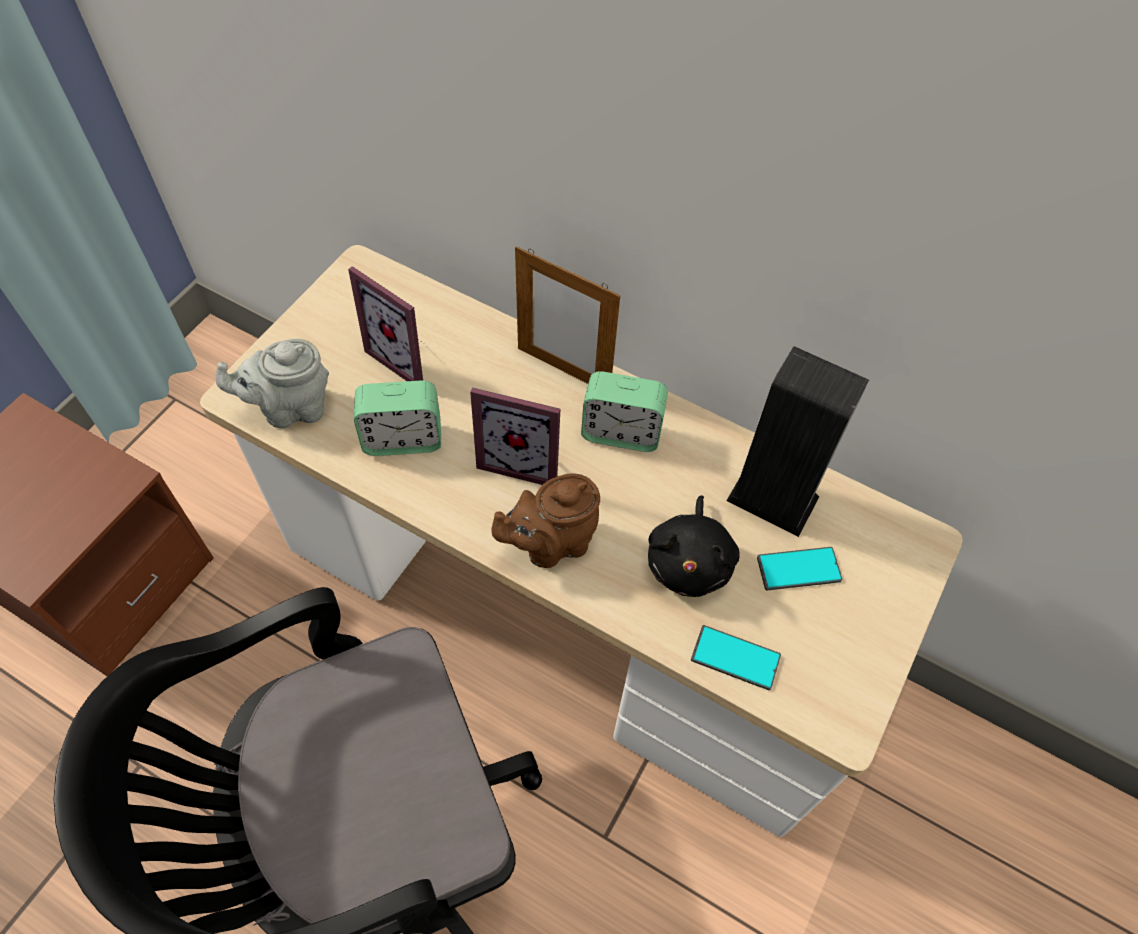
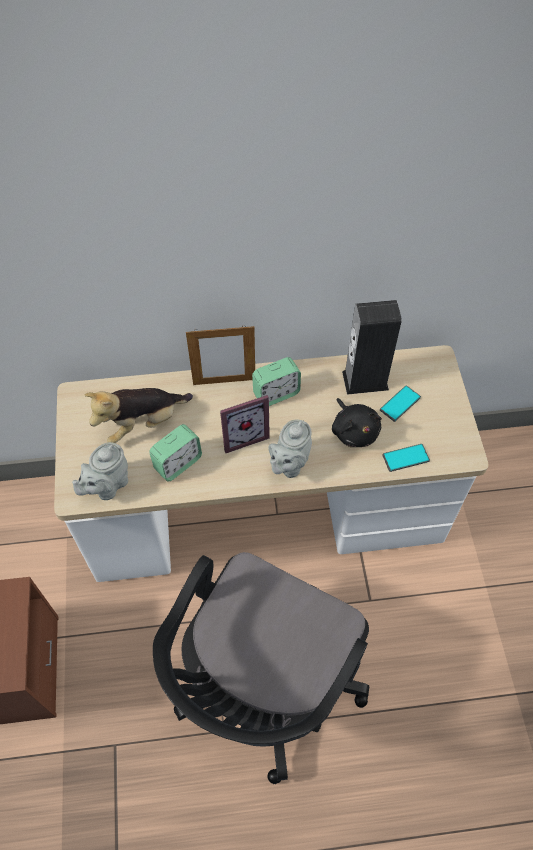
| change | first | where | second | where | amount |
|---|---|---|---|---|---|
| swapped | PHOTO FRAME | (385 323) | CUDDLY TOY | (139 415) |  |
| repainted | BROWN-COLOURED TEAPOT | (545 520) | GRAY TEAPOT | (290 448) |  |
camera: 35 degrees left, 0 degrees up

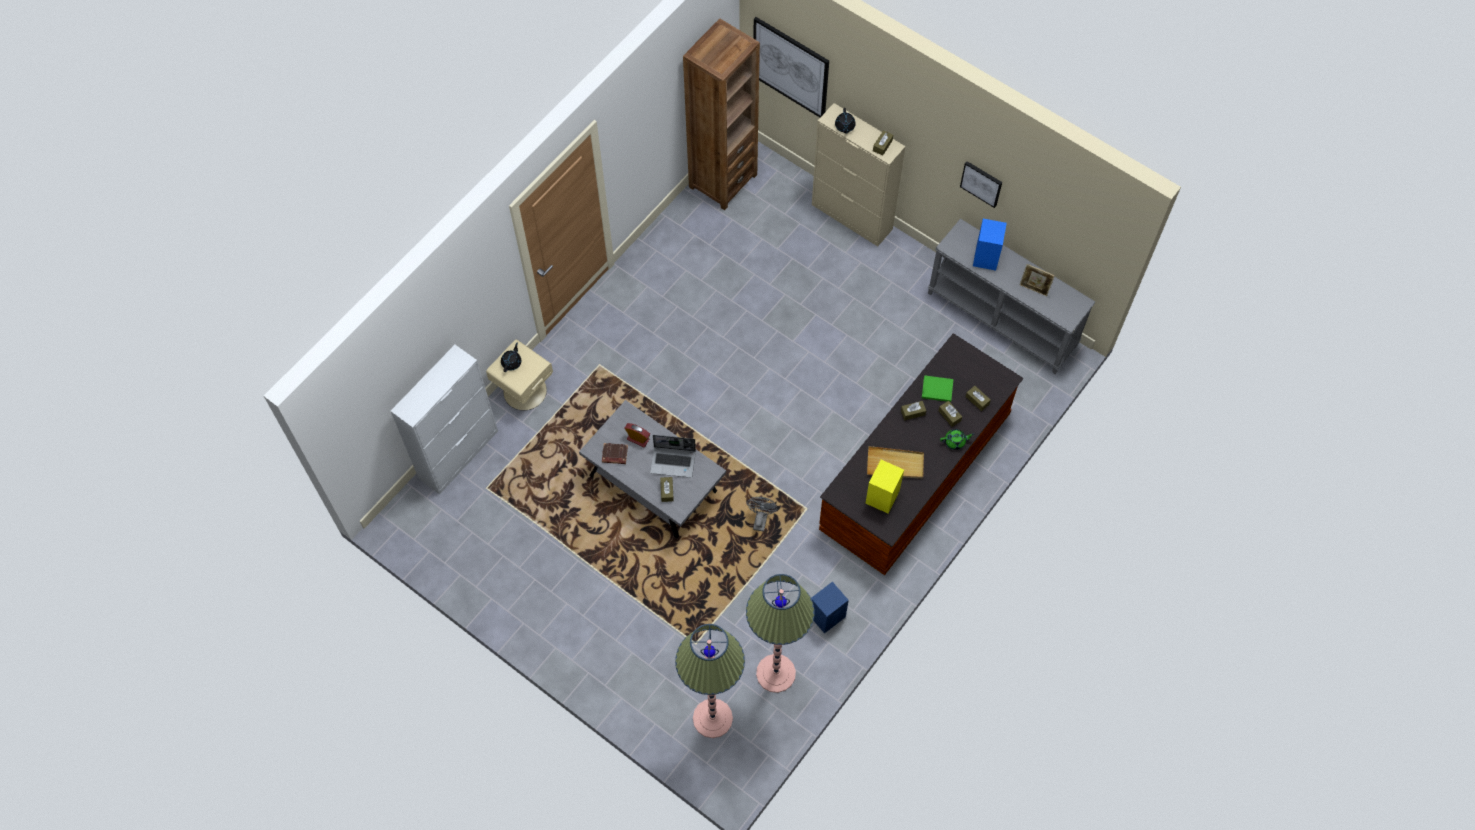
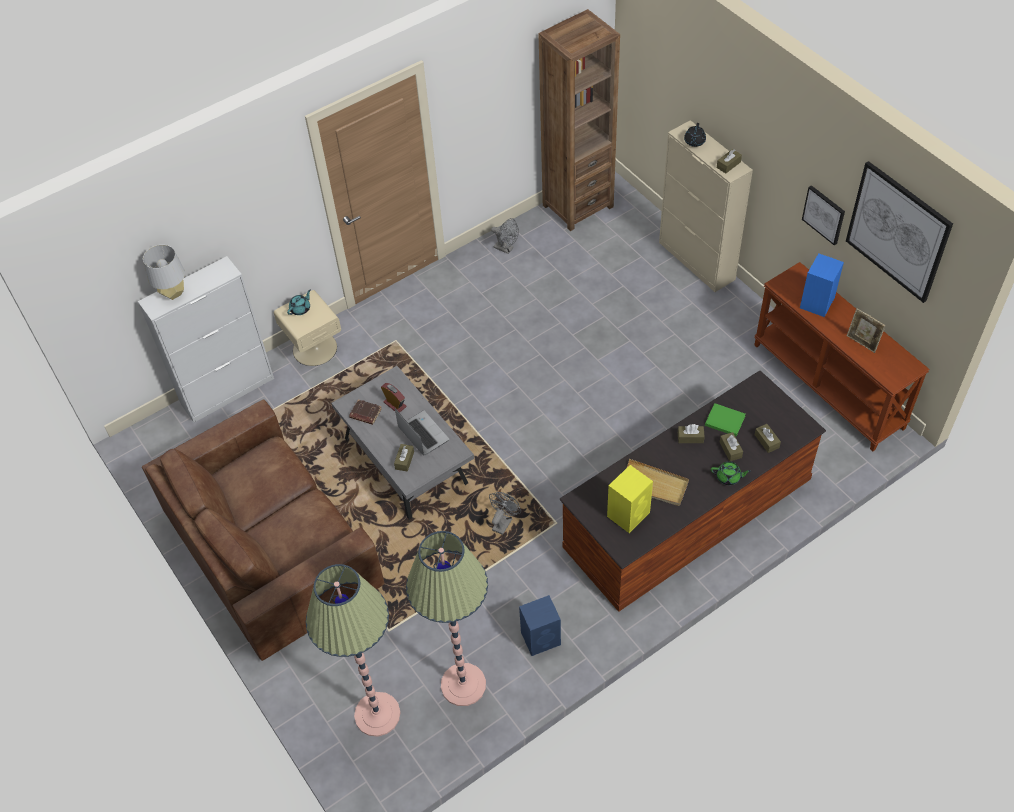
| change | first | where | second | where | amount |
|---|---|---|---|---|---|
| repainted | BLACKISH TEAPOT | (511 357) | TURQUOISE-COLOURED TEAPOT | (299 302) |  |
| rotated | NOTEBOOK COMPUTER | (673 456) |  | (422 432) | 150 degrees counterclockwise |
| shifted | WALL PICTURE | (791 67) |  | (899 232) |  |
| repainted | GRAY CONSOLE TABLE | (1011 296) | BROWN-COLOURED CONSOLE TABLE | (842 357) |  |
| new |  |  | BROWN-COLOURED SOFA | (263 530) |  |
| new |  |  | GRAY TABLE LAMP | (164 272) |  |
| new |  |  | GRAY ELECTRIC FAN | (505 236) |  |
camera: 20 degrees right, 10 degrees down

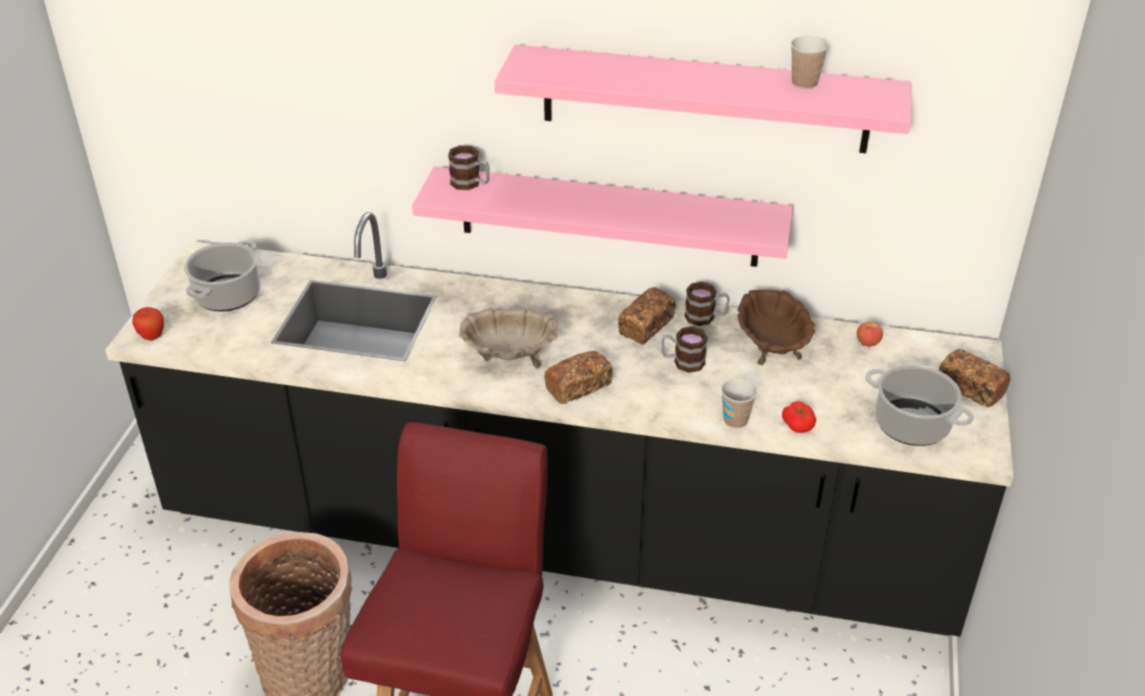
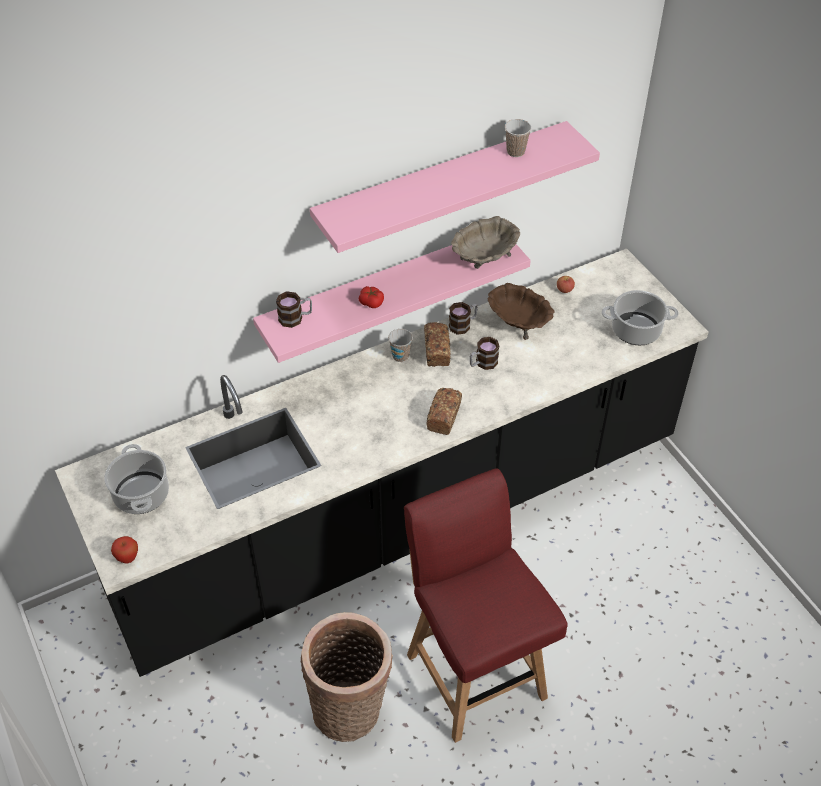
| change | first | where | second | where | amount |
|---|---|---|---|---|---|
| shifted | BEIGE BOWL | (508 337) |  | (485 242) |  |
| shifted | CUP | (739 403) |  | (400 345) |  |
| shifted | FRESH TOMATO | (799 417) |  | (371 297) |  |
| gone | BAKERY BREAD | (975 378) |  |  |  |
camera: 40 degrees left, 10 degrees up

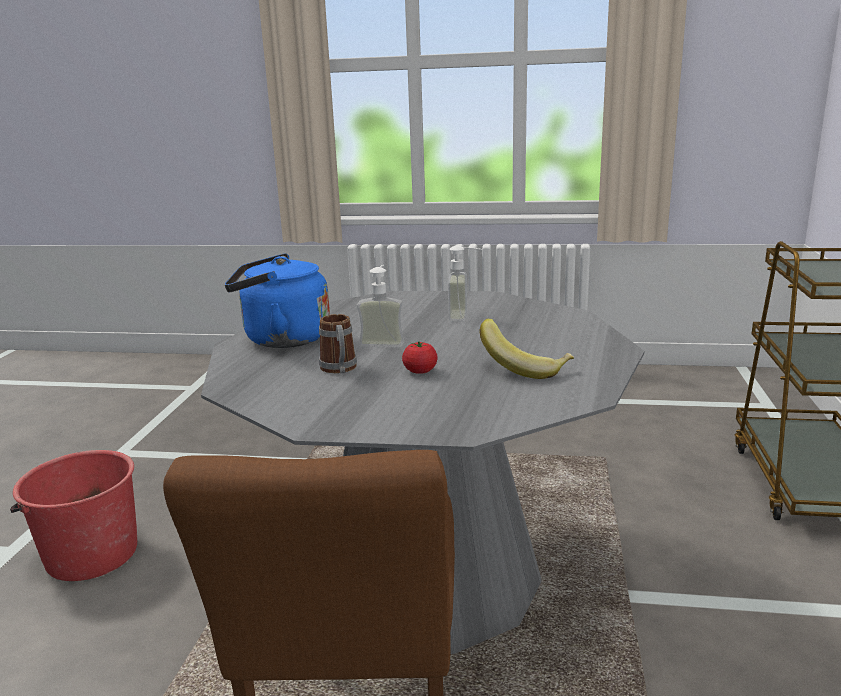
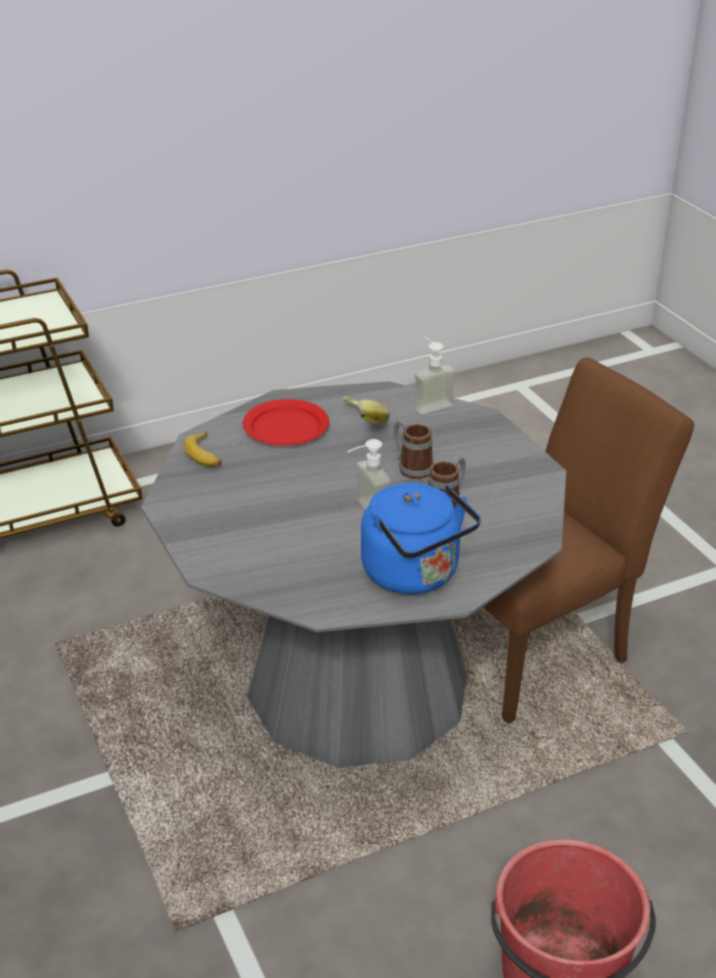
| change | first | where | second | where | amount |
|---|---|---|---|---|---|
| swapped | FRESH TOMATO | (420 357) | MUG | (413 449) |  |
| shifted | SOAP BOTTLE | (465 283) |  | (435 375) |  |
| new |  |  | WHOLE BANANA | (202 449) |  |
| new |  |  | RED-COLOURED DINNER PLATE | (286 422) |  |
camera: 125 degrees left, 15 degrees up

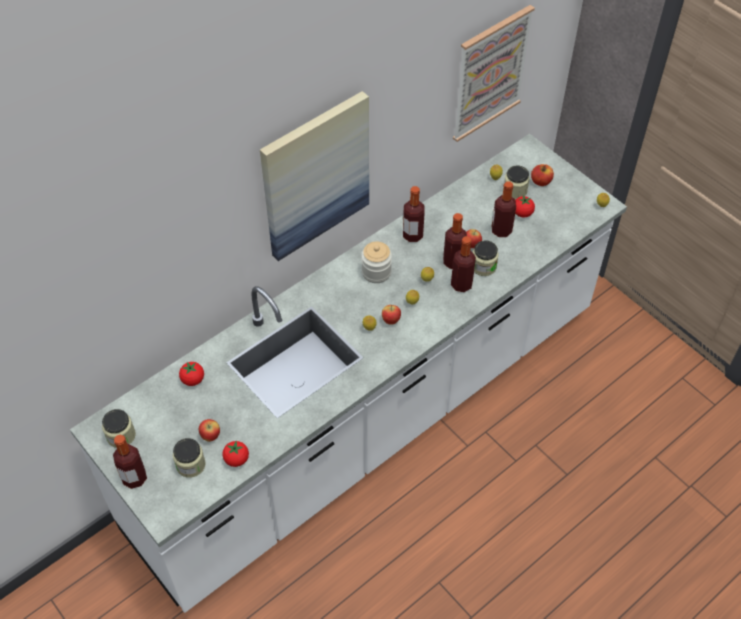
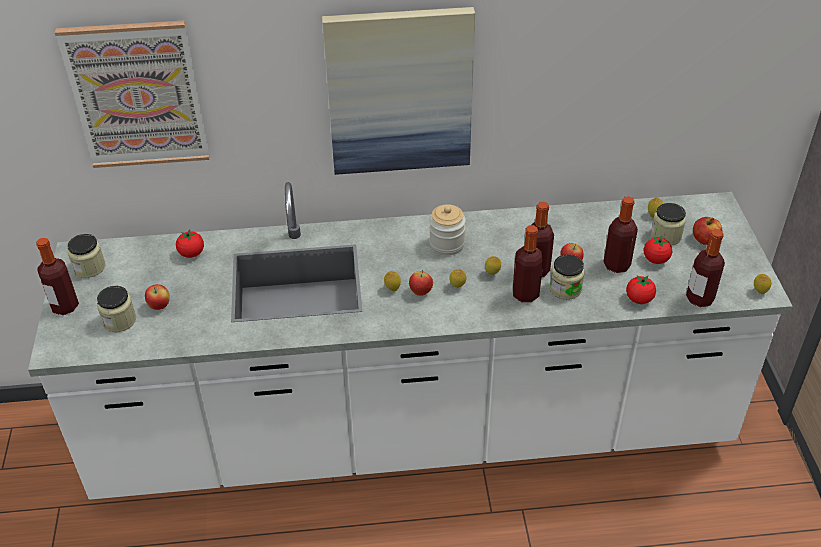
| change | first | where | second | where | amount |
|---|---|---|---|---|---|
| shifted | FRESH TOMATO | (235 454) |  | (641 290) |  |
| shifted | BOTTLE | (414 214) |  | (705 268) |  |
| shifted | WALL PICTURE | (494 73) |  | (132 94) |  |
camera: 35 degrees right, 10 degrees down

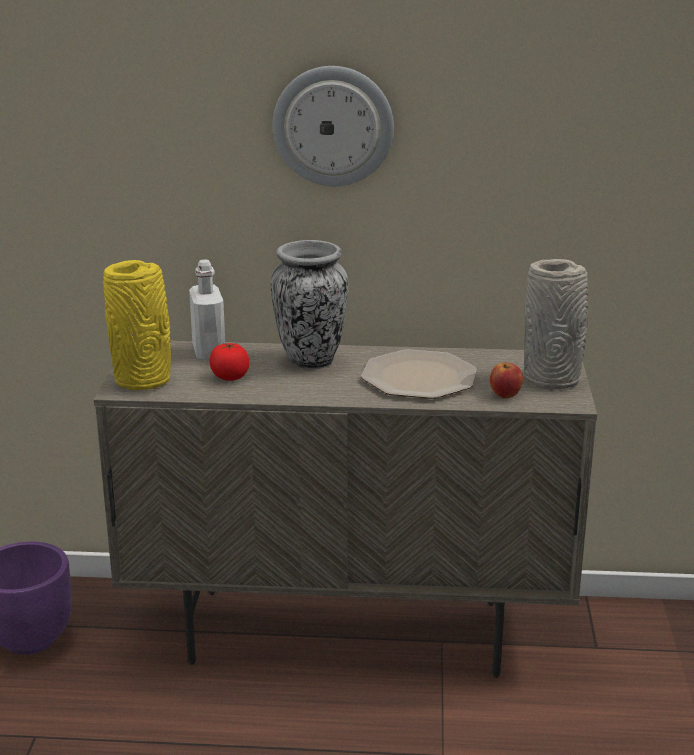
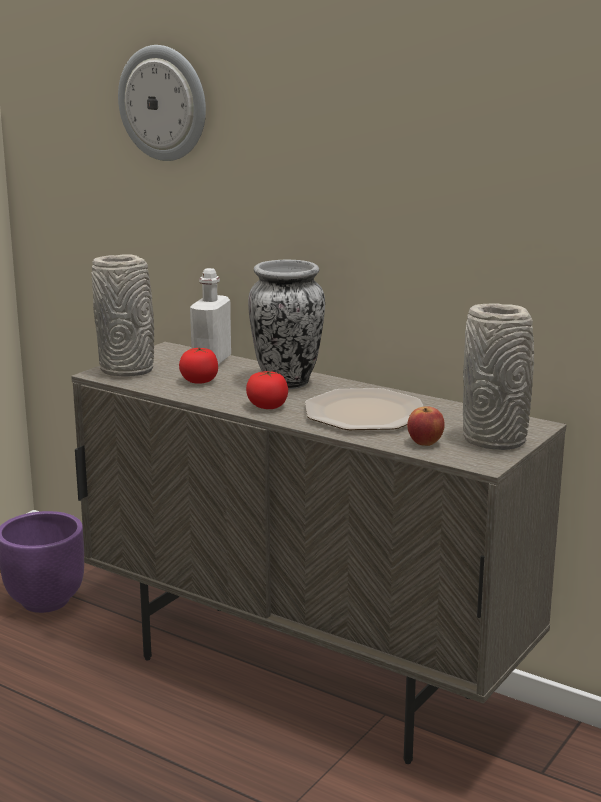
| change | first | where | second | where | amount |
|---|---|---|---|---|---|
| repainted | YELLOW VASE | (137 325) | GRAY VASE | (123 316) |  |
| shifted | CLOCK ON THE WALL | (333 126) |  | (162 103) |  |
| new |  |  | FRESH TOMATO | (267 389) |  |
camera: 30 degrees right, 5 degrees down

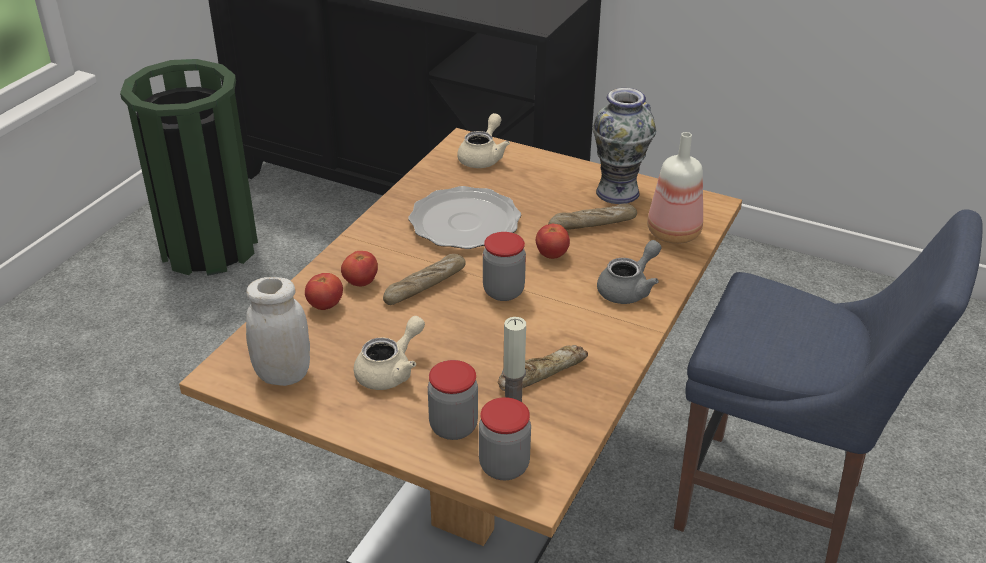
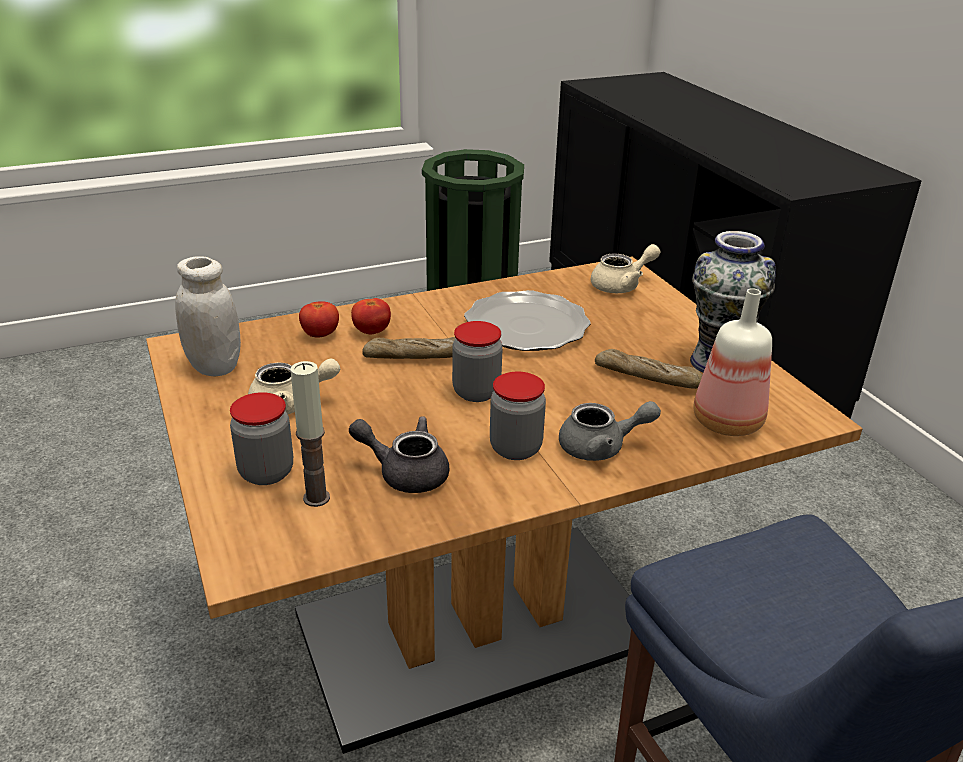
| change | first | where | second | where | amount |
|---|---|---|---|---|---|
| shifted | STORAGE JAR | (505 438) |  | (518 416) |  |
| swapped | BAKERY BREAD | (543 368) | GRAY TEAPOT | (399 454) |  |
| gone | FRESH TOMATO | (553 241) |  |  |  |
camera: 40 degrees right, 5 degrees down

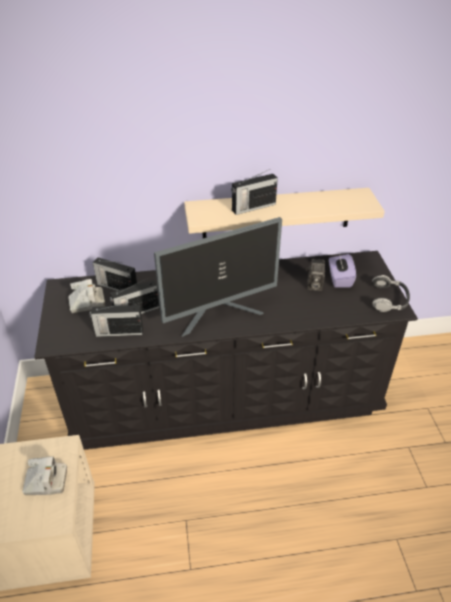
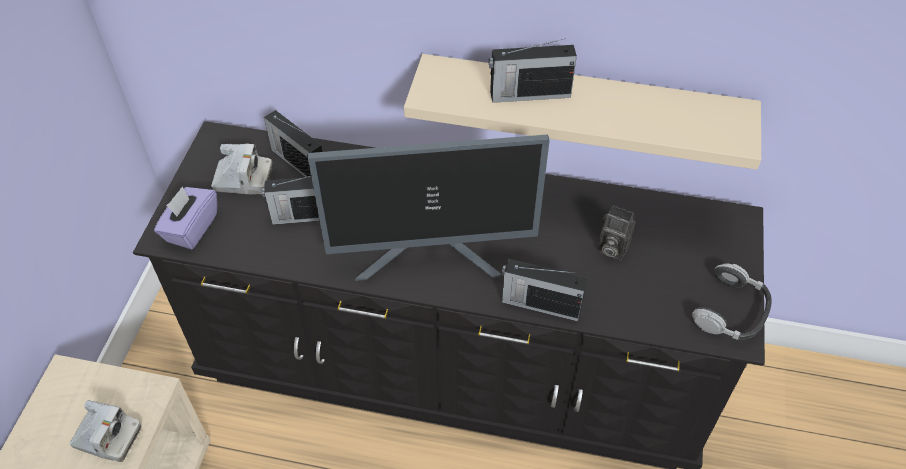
| change | first | where | second | where | amount |
|---|---|---|---|---|---|
| shifted | RADIO | (116 319) |  | (544 290) |  |
| shifted | PURPLE BOX OF TISSUES | (342 270) |  | (185 218) |  |
camera: 20 degrees right, 10 degrees up

